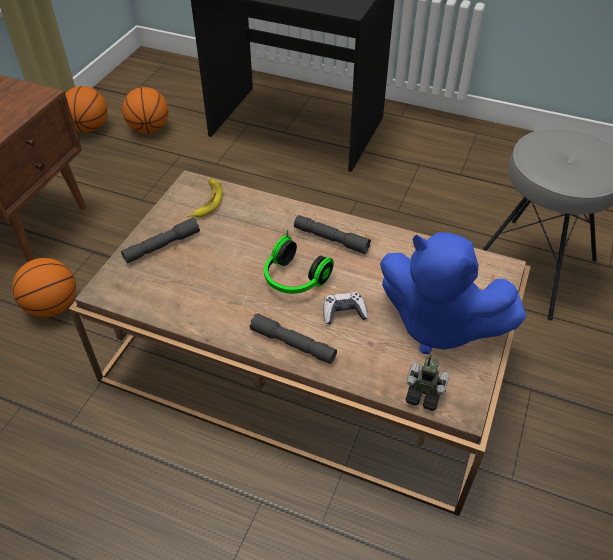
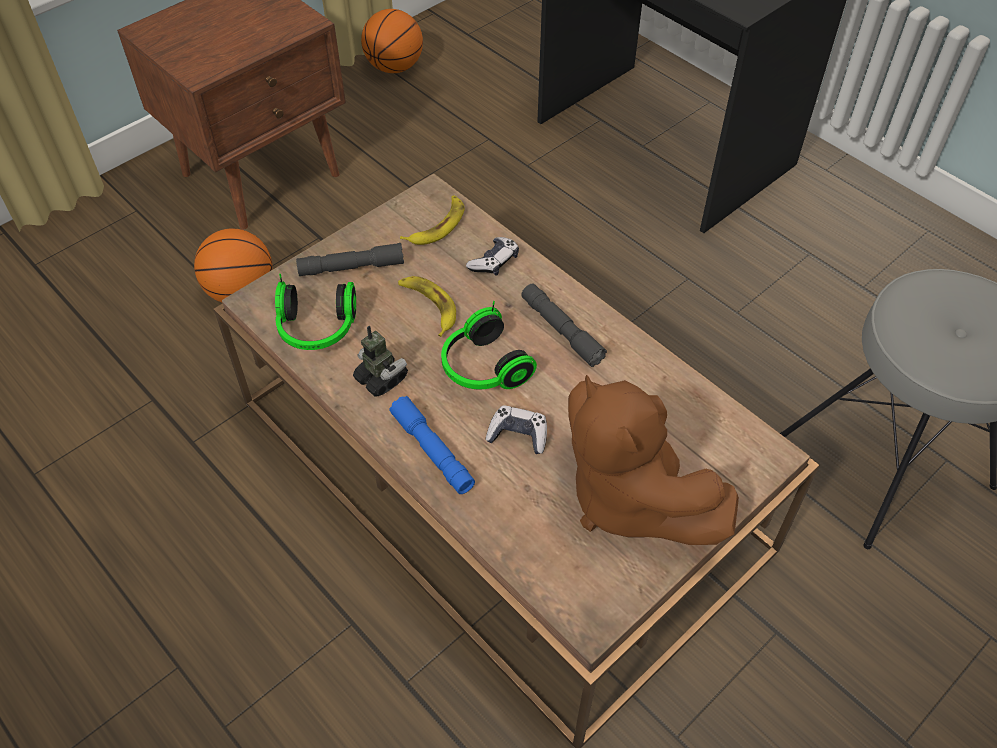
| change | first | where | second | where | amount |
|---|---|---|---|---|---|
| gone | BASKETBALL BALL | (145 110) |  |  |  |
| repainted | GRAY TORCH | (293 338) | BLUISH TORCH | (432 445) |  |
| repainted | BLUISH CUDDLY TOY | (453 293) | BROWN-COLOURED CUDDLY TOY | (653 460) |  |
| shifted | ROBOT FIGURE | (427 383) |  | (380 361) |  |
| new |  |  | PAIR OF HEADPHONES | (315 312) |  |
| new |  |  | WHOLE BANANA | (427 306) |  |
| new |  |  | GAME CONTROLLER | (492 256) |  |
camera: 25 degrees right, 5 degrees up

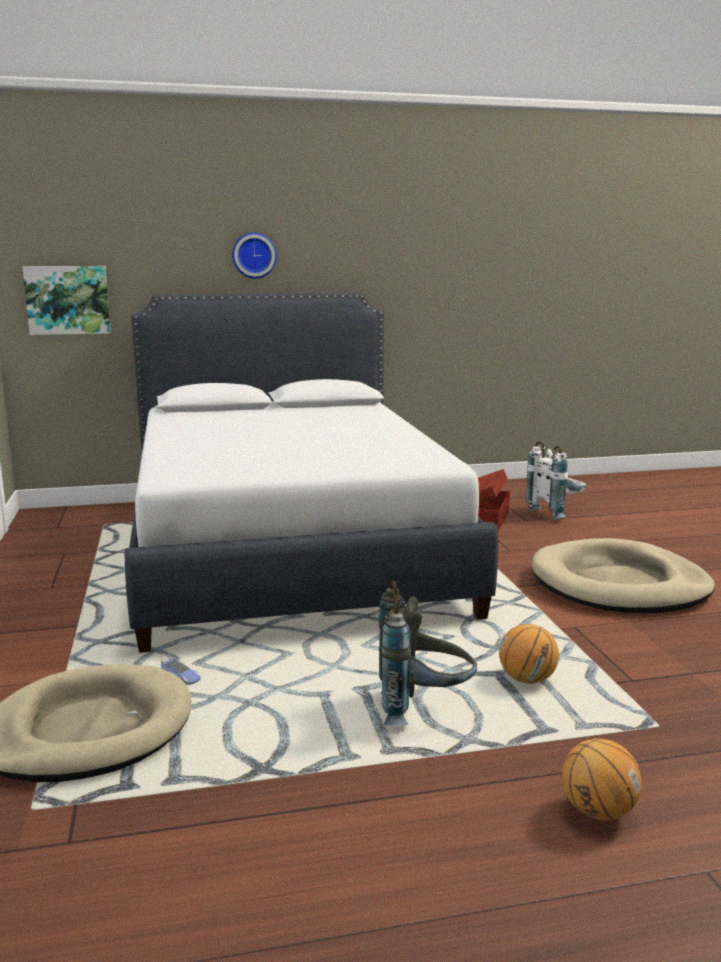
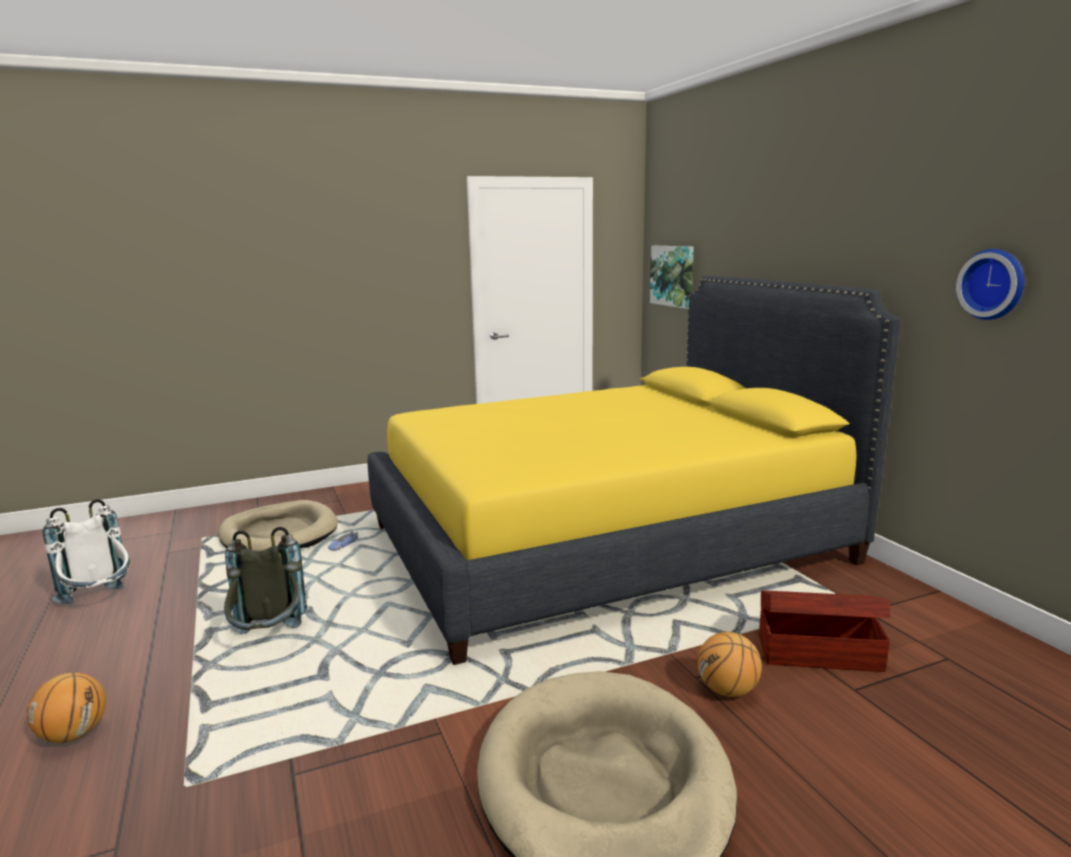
| change | first | where | second | where | amount |
|---|---|---|---|---|---|
| repainted | WHITISH BED | (311 472) | YELLOW BED | (634 470) |  |
| shifted | CLOCK ON THE WALL | (254 255) |  | (990 284) |  |
| shifted | BASKETBALL BALL | (529 654) |  | (730 664) |  |
| shifted | WHITISH KNAPSACK | (556 480) |  | (86 551) |  |
camera: 80 degrees right, 0 degrees up

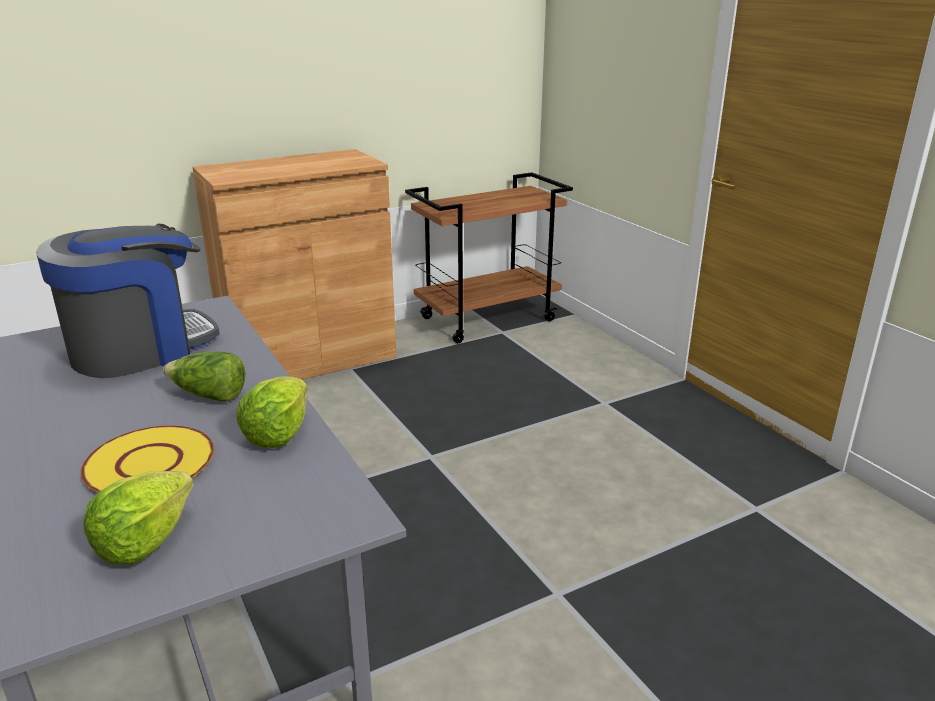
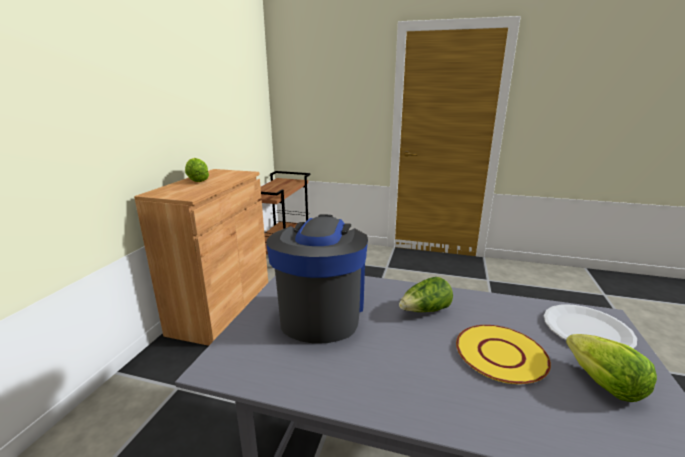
| change | first | where | second | where | amount |
|---|---|---|---|---|---|
| shifted | HEAD OF LETTUCE | (271 412) |  | (197 170) |  |
| new |  |  | WHITISH DINNER PLATE | (590 327) |  |
camera: 45 degrees left, 5 degrees down

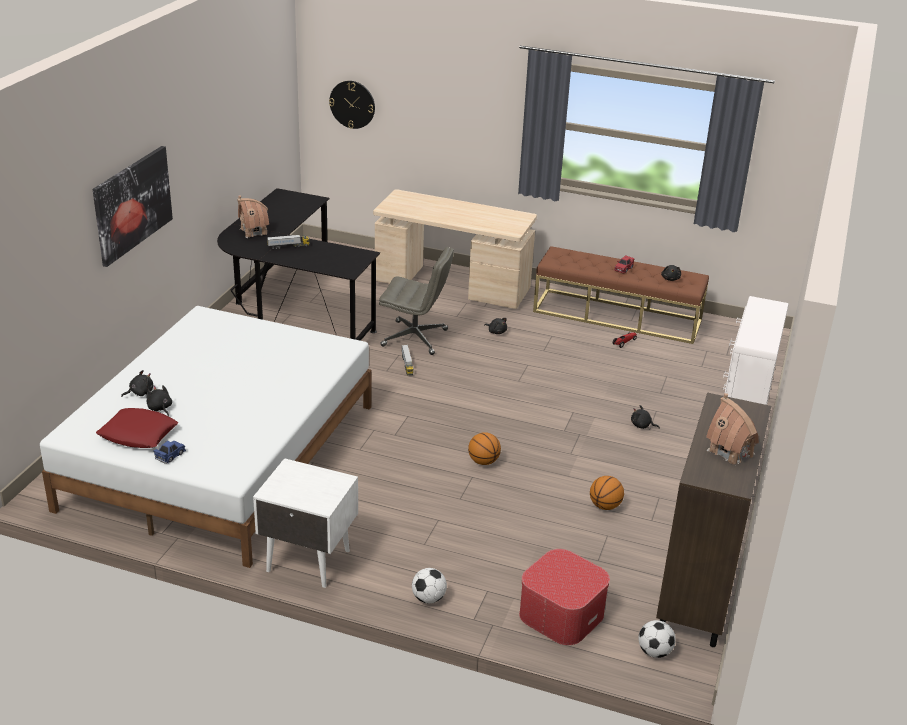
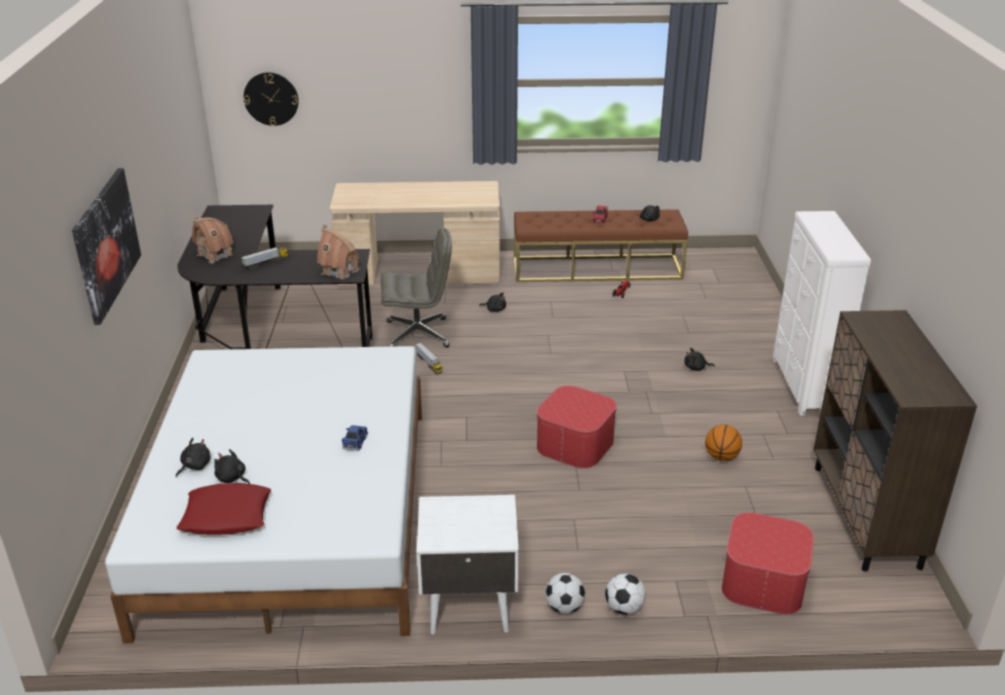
| change | first | where | second | where | amount |
|---|---|---|---|---|---|
| shifted | BLUISH MODEL CAR | (169 452) |  | (355 438) |  |
| swapped | BASKETBALL BALL | (484 448) | OTTOMAN | (577 427) |  |
| shifted | FOOTBALL BALL | (657 639) |  | (565 593) |  |
| shifted | TOY HOUSE | (732 428) |  | (338 251) |  |
camera: 20 degrees left, 0 degrees up

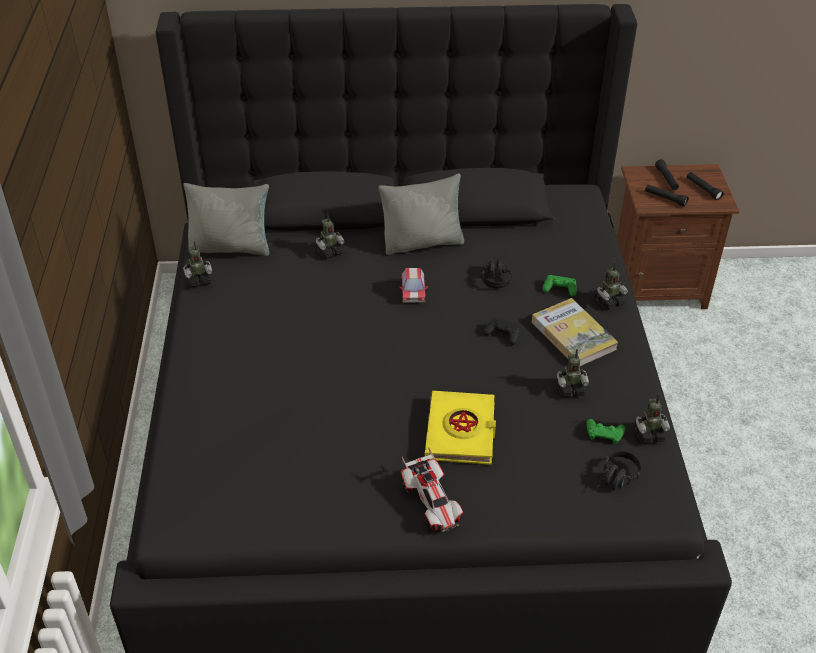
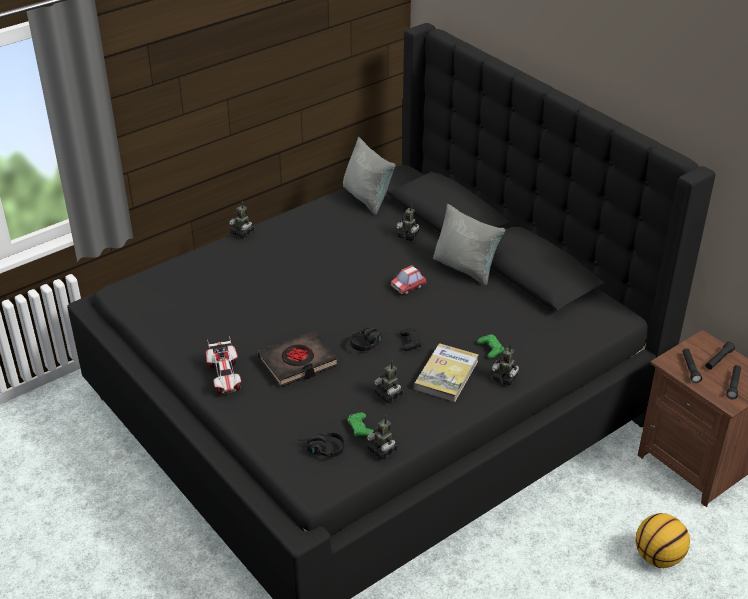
| change | first | where | second | where | amount |
|---|---|---|---|---|---|
| shifted | ROBOT FIGURE | (197 264) |  | (242 219) |  |
| rotated | MODEL CAR | (432 489) |  | (223 365) | 45 degrees counterclockwise |
| repainted | YELLOW BOOK | (460 428) | BLACKISH BOOK | (297 359) |  |
| shifted | BLACKISH PAIR OF HEADPHONES | (496 273) |  | (370 339) |  |
| new |  |  | BASKETBALL BALL | (662 540) |  |
camera: 55 degrees right, 5 degrees down

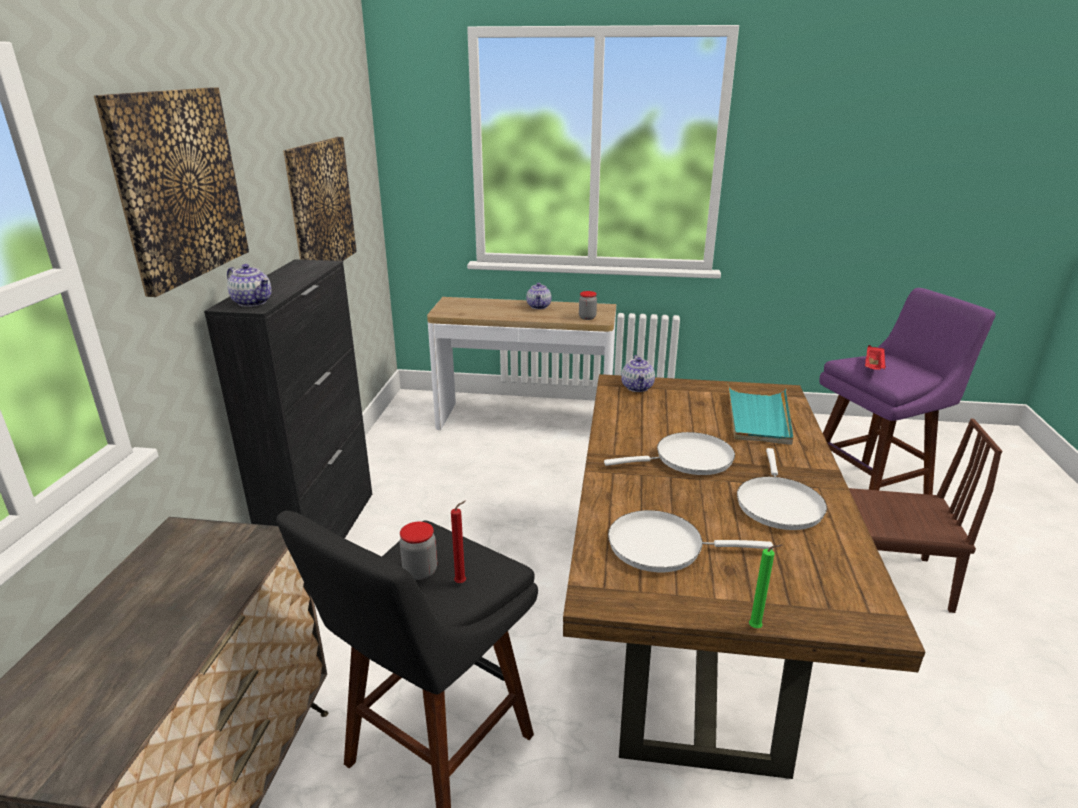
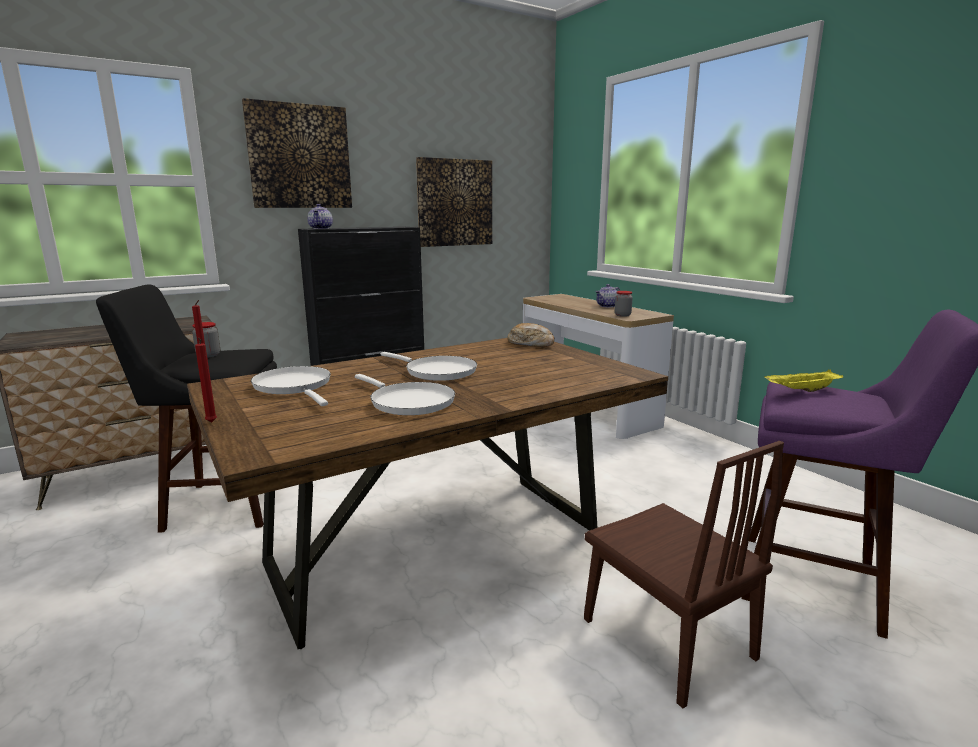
| change | first | where | second | where | amount |
|---|---|---|---|---|---|
| swapped | TEAPOT | (638 373) | BAKERY BREAD | (531 335) |  |
| gone | TURQUOISE-COLOURED TRAY | (760 415) |  |  |  |
| rotated | WHITISH SKILLET | (782 489) |  | (405 394) | 105 degrees counterclockwise |
| repainted | GREEN-COLOURED WAX LIGHT | (766 586) | RED-COLOURED WAX LIGHT | (206 379) |  |
| repainted | RED-COLOURED TRAY | (875 357) | YELLOW TRAY | (804 381) |  |
camera: 50 degrees right, 10 degrees down

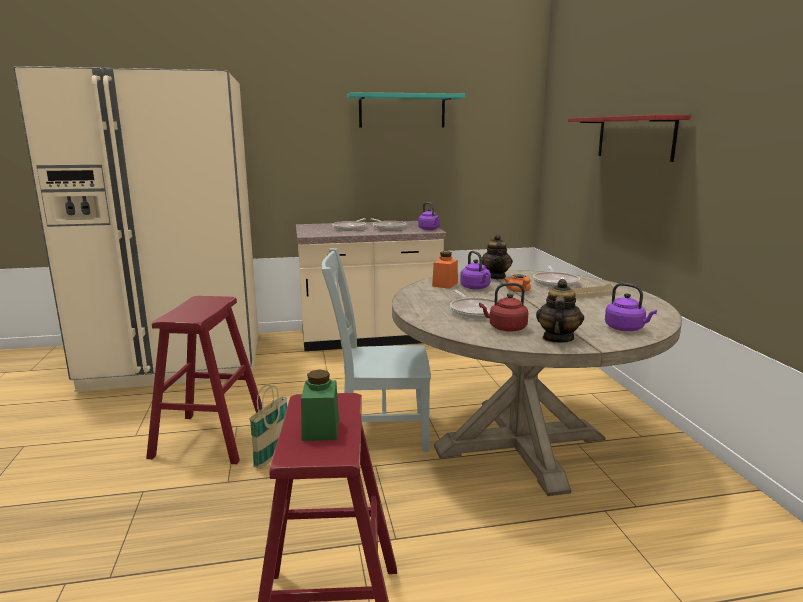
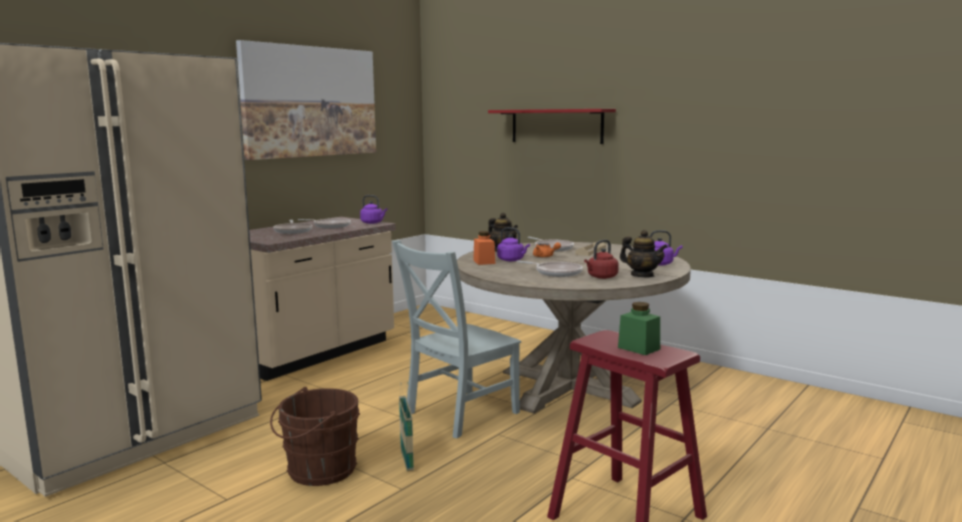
| change | first | where | second | where | amount |
|---|---|---|---|---|---|
| swapped | RED-COLOURED STOOL | (204 380) | BROWN-COLOURED WATER BUCKET | (315 436) |  |
| swapped | TURQUOISE-COLOURED WALL SHELF | (406 110) | WALL PICTURE | (306 100) |  |
| rotated | TEAPOT | (560 311) |  | (643 253) | 150 degrees clockwise |
camera: 40 degrees left, 5 degrees down

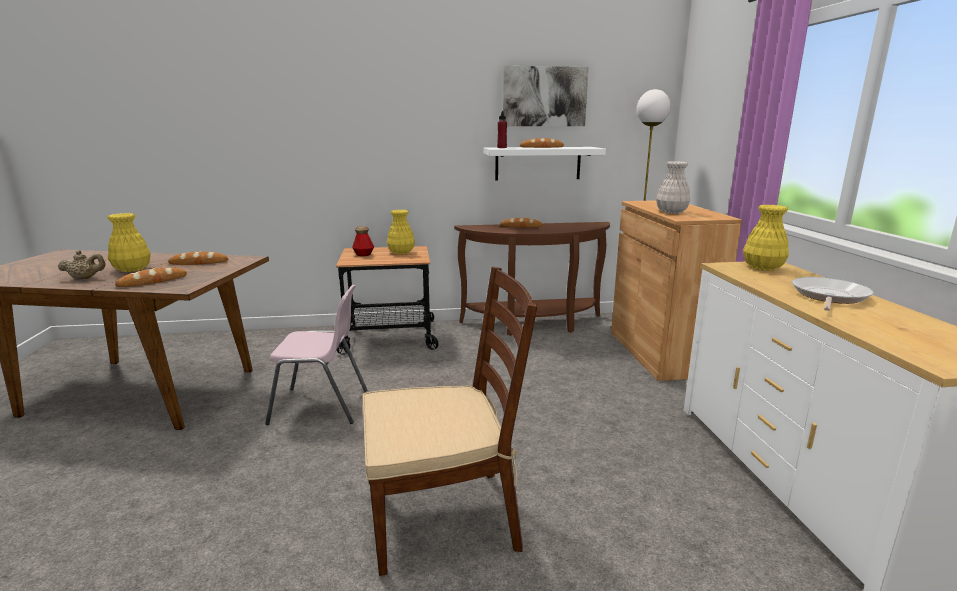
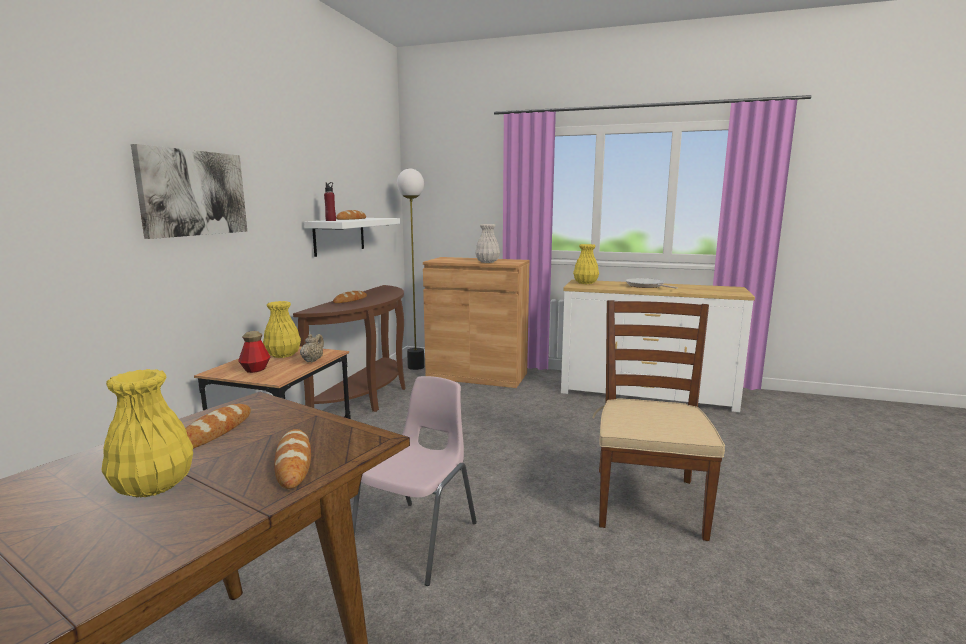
| change | first | where | second | where | amount |
|---|---|---|---|---|---|
| shifted | BEIGE TEAPOT | (81 265) |  | (312 348) |  |
| shifted | WALL PICTURE | (545 96) |  | (189 191) |  |
camera: 65 degrees left, 5 degrees down

